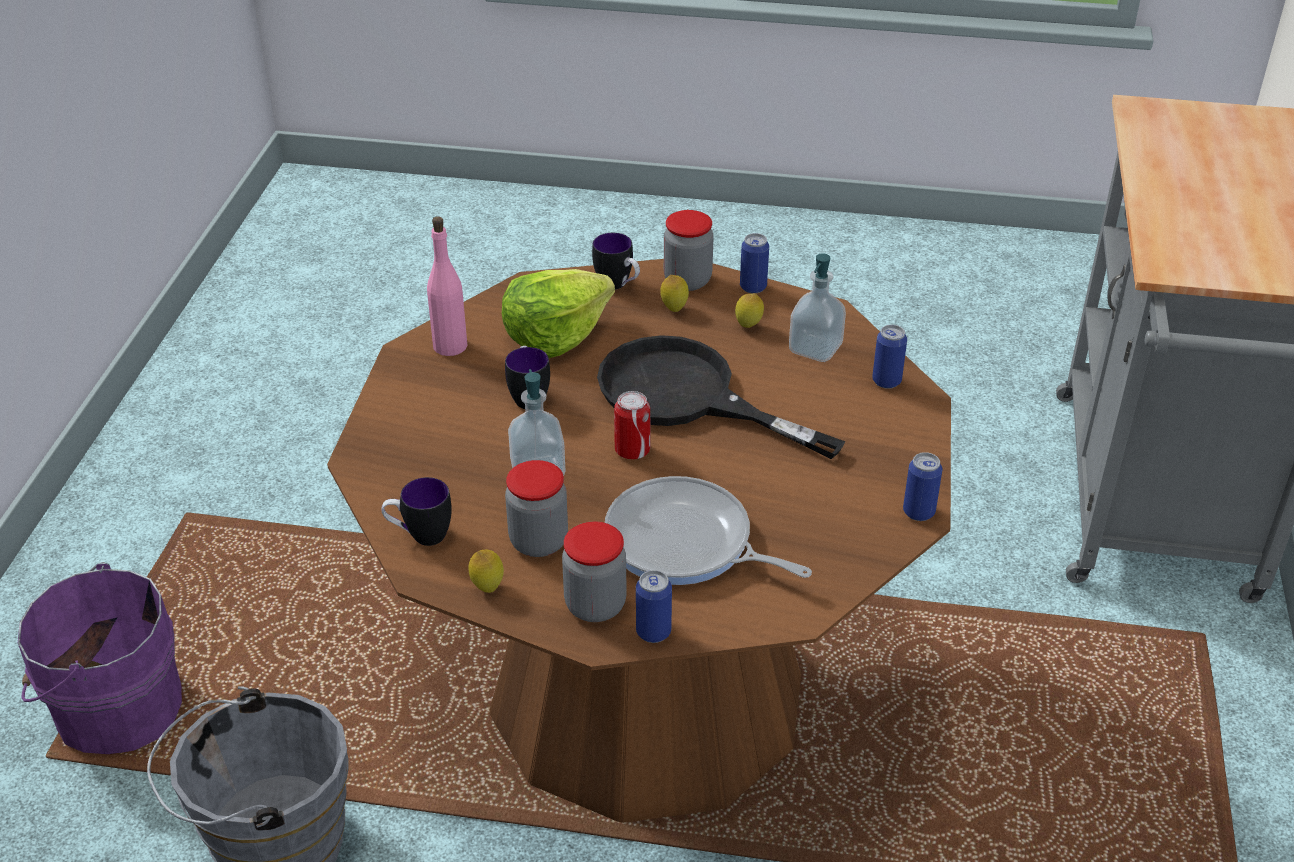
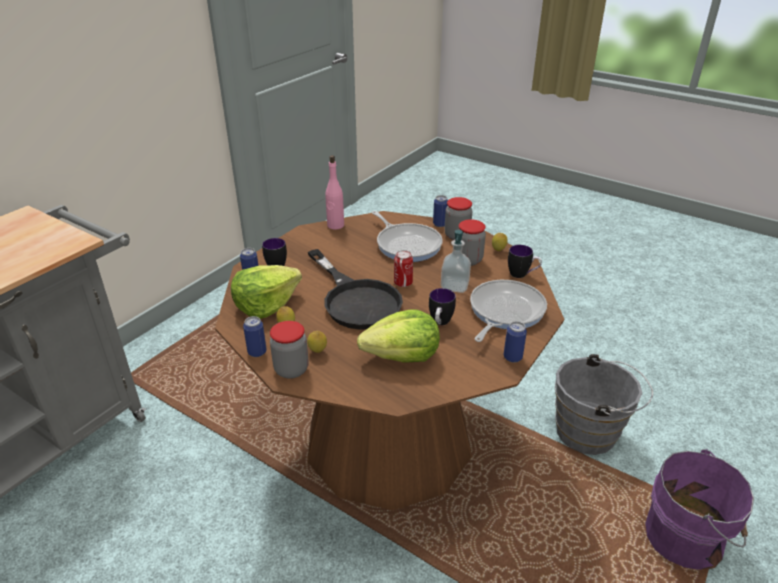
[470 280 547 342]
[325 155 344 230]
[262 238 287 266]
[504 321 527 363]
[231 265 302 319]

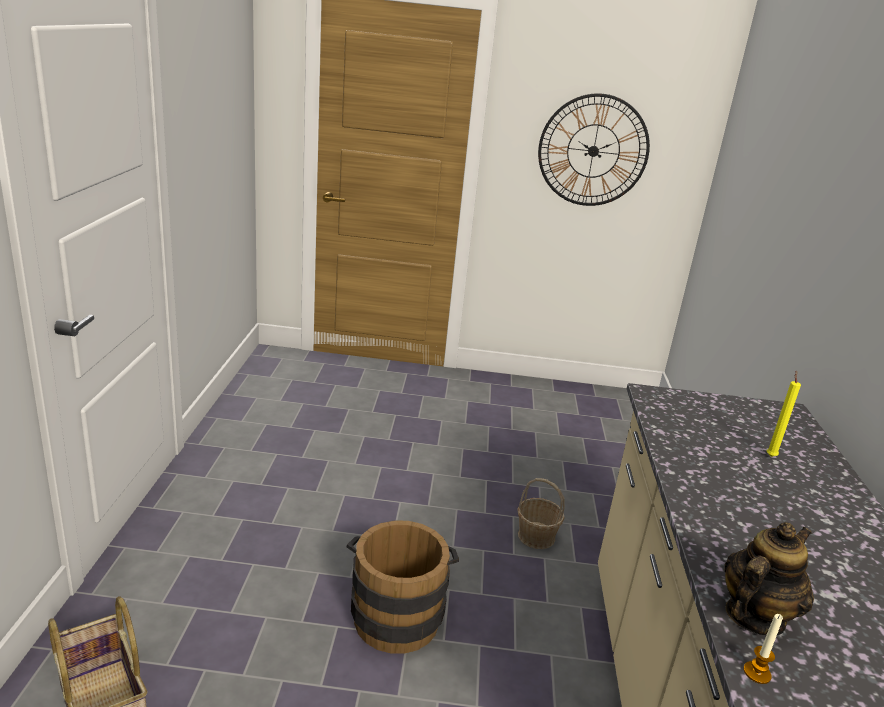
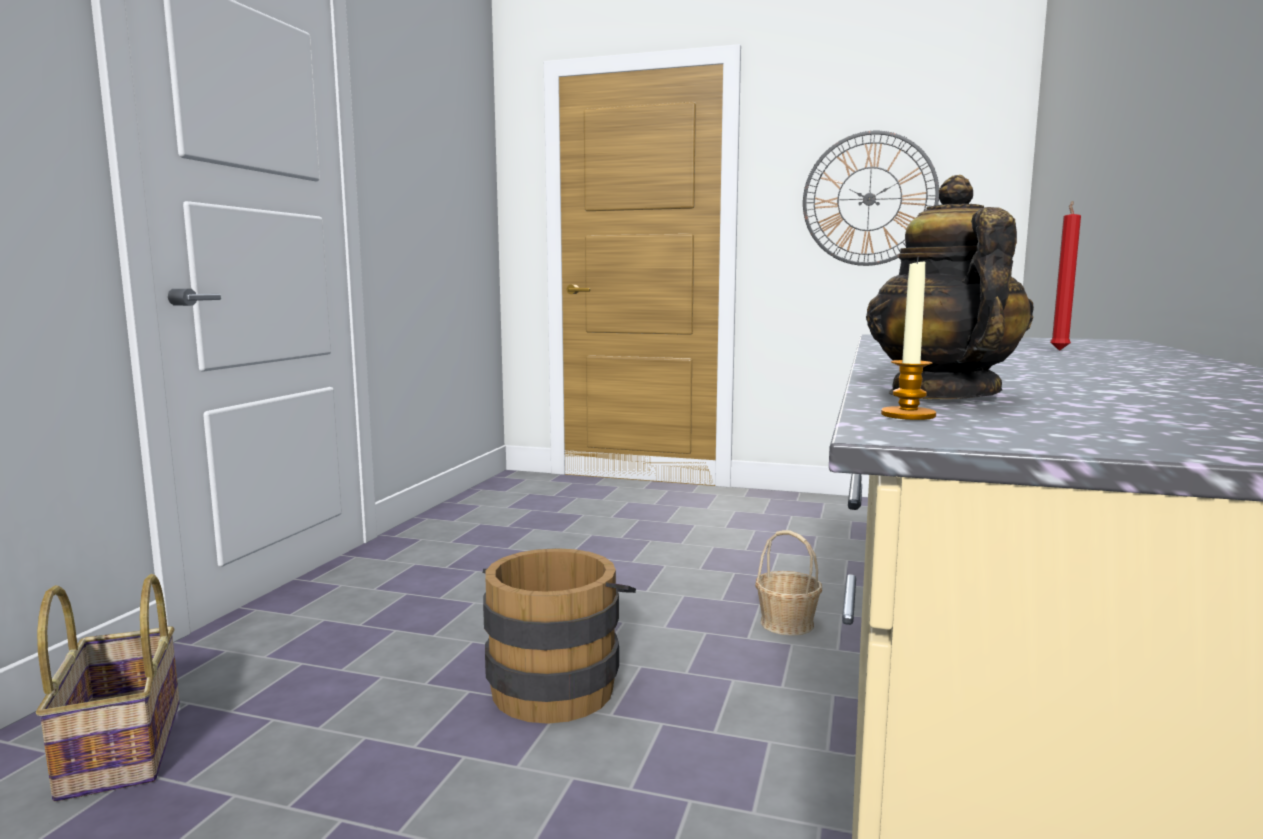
[1050 201 1081 351]
[866 175 1034 399]

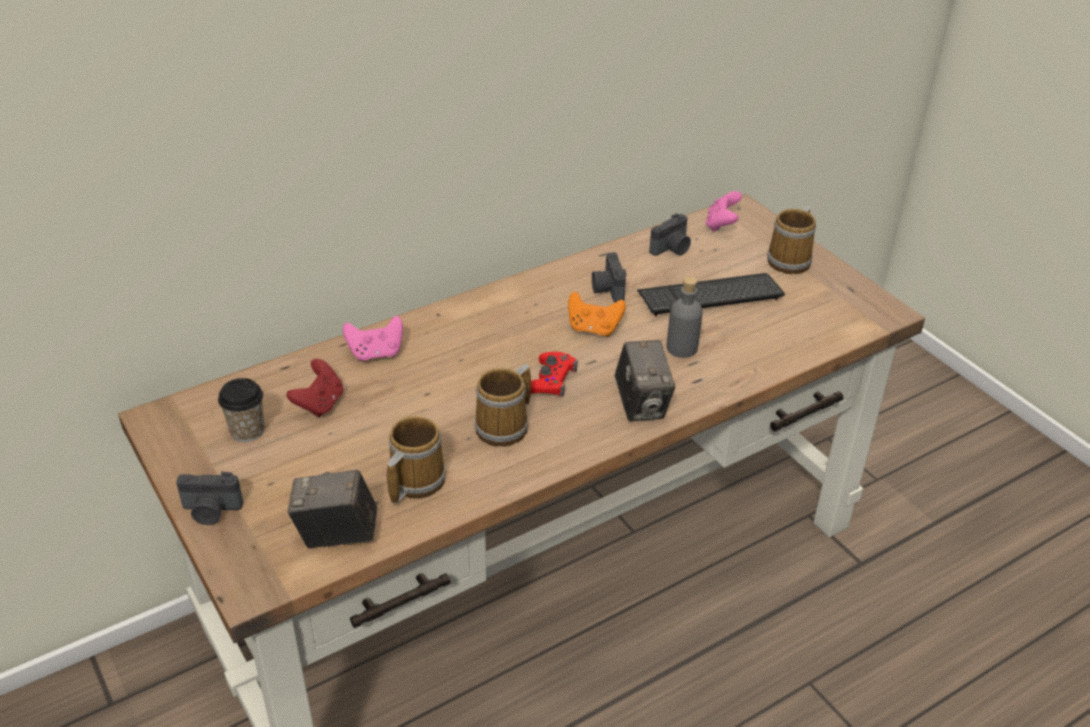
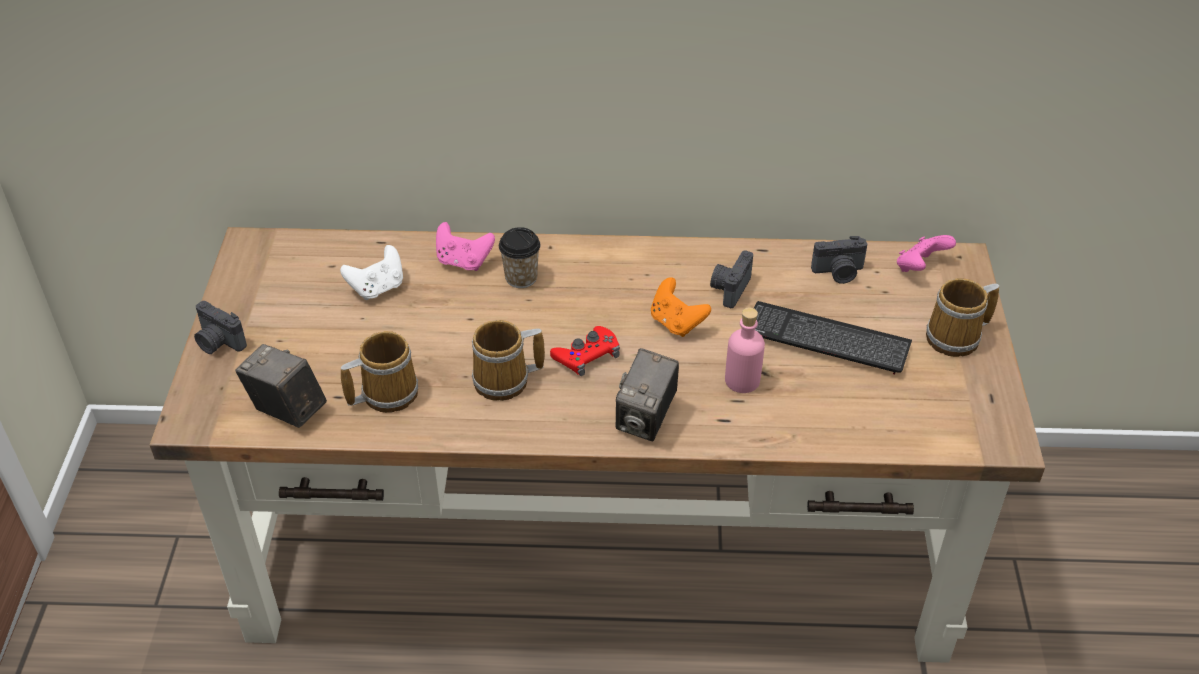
[499 227 540 288]
[340 245 403 300]
[725 307 765 393]

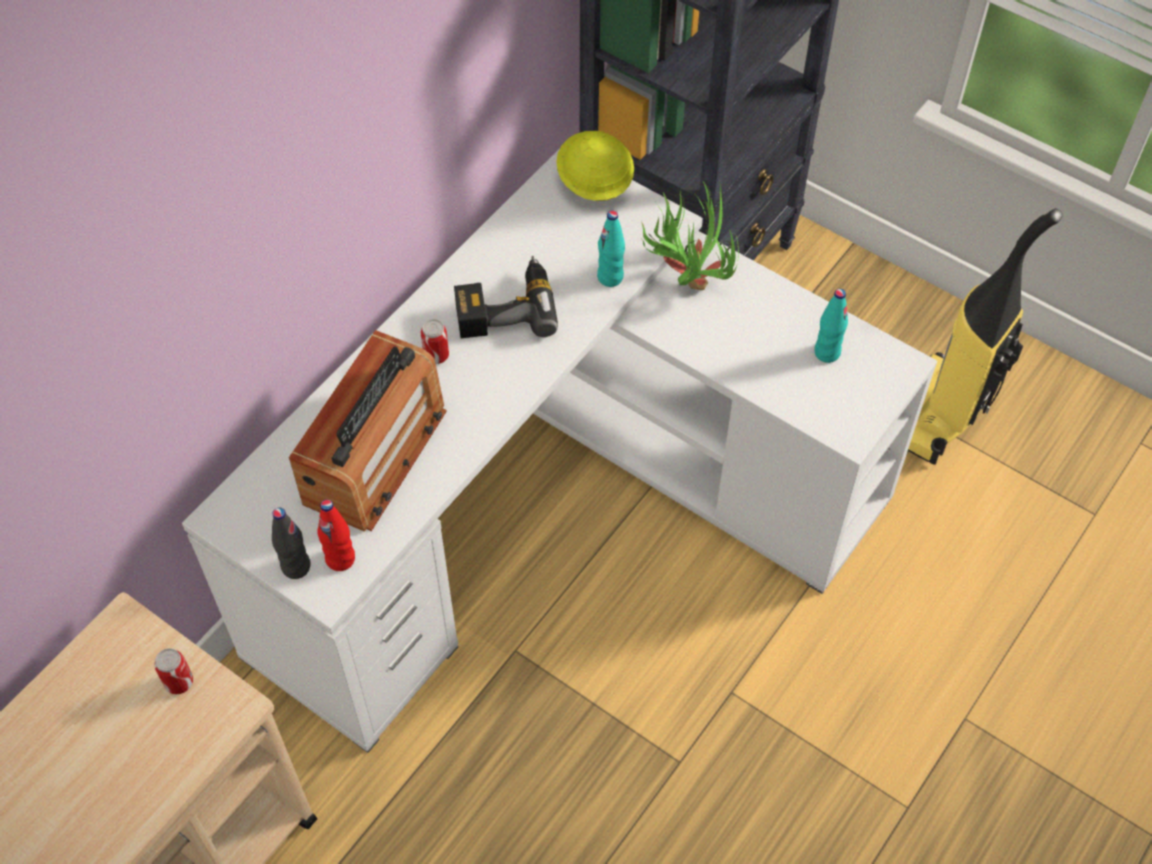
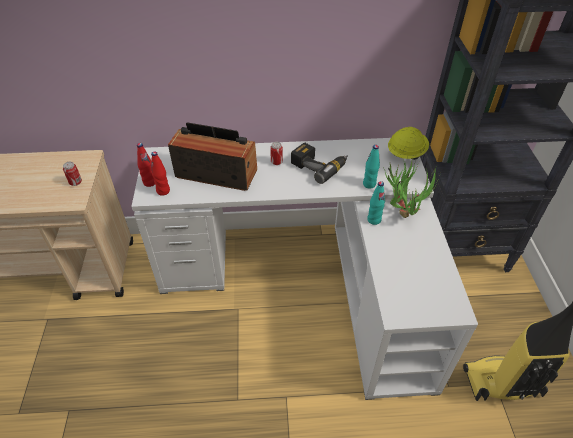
[367 181 385 225]
[137 143 155 187]
[168 122 257 191]

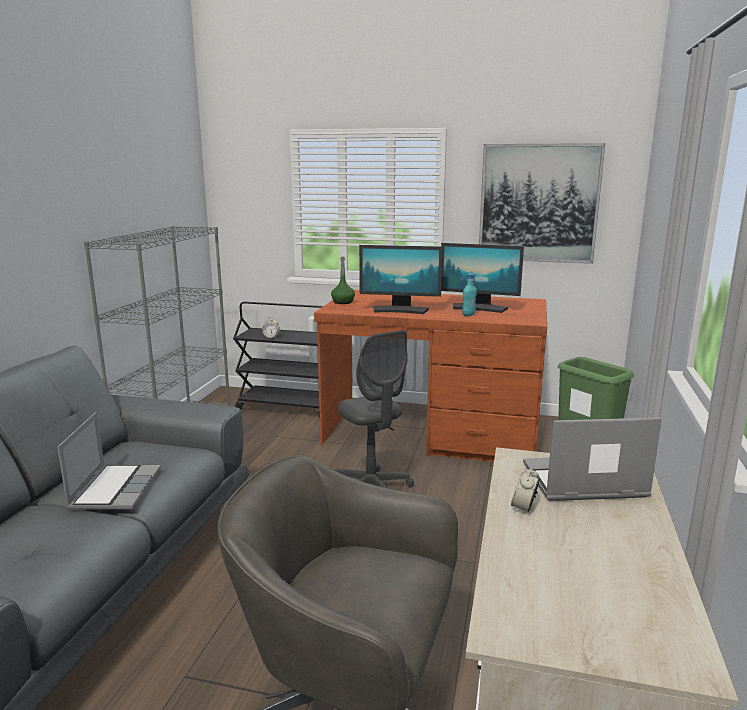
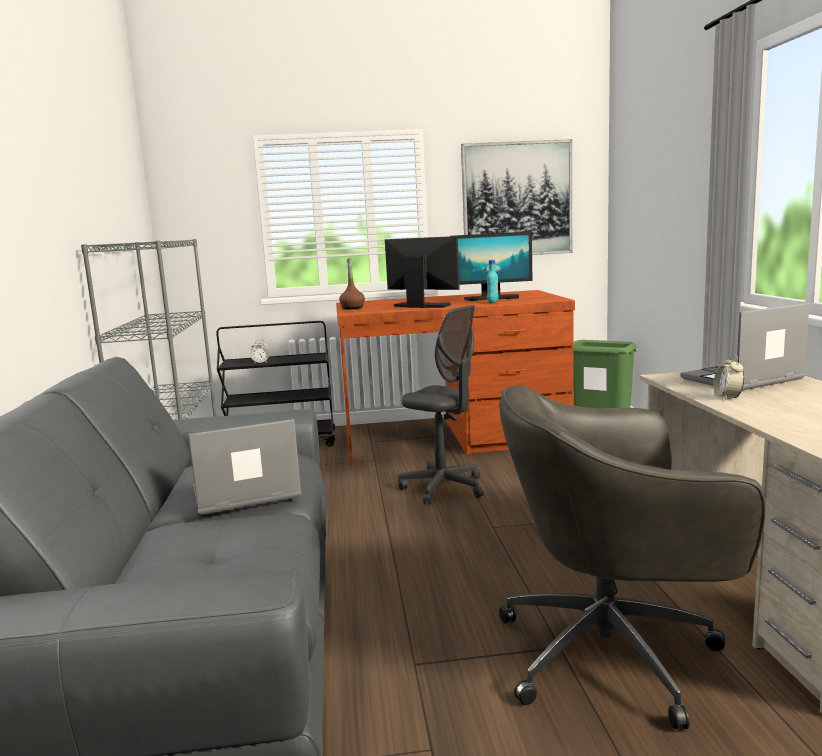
[339 258 365 309]
[188 419 301 515]
[385 236 460 308]

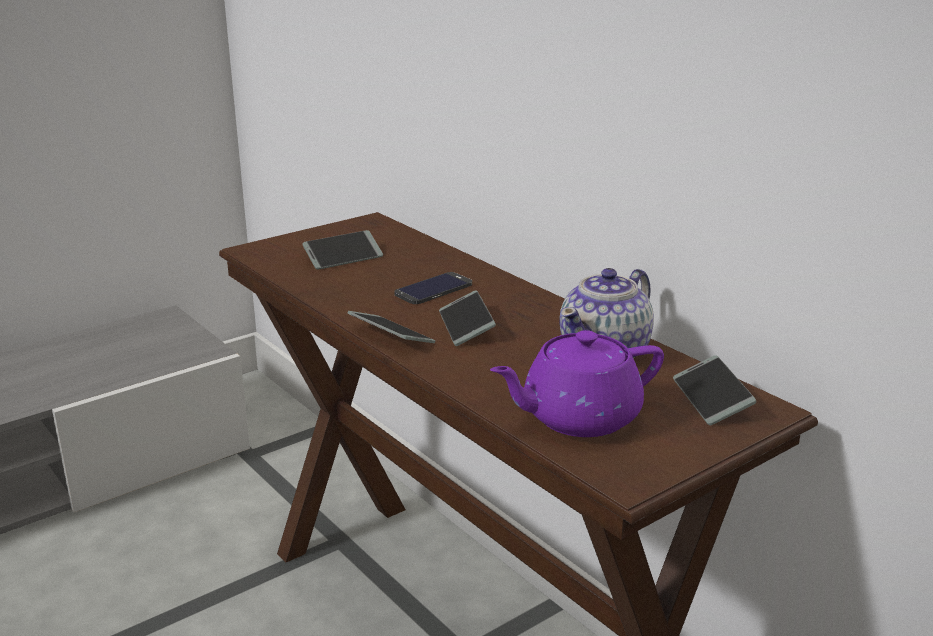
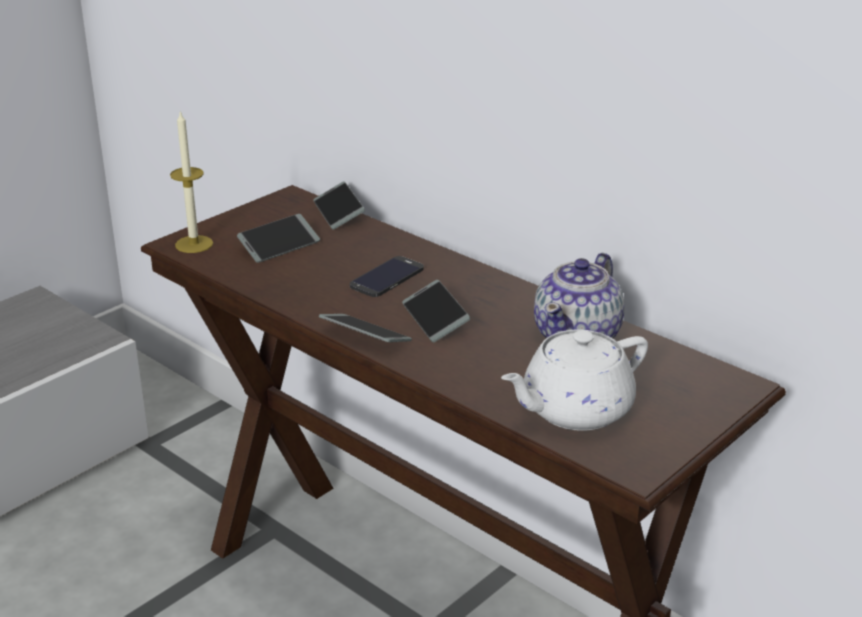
[170 110 213 253]
[313 182 365 230]
[501 330 648 431]

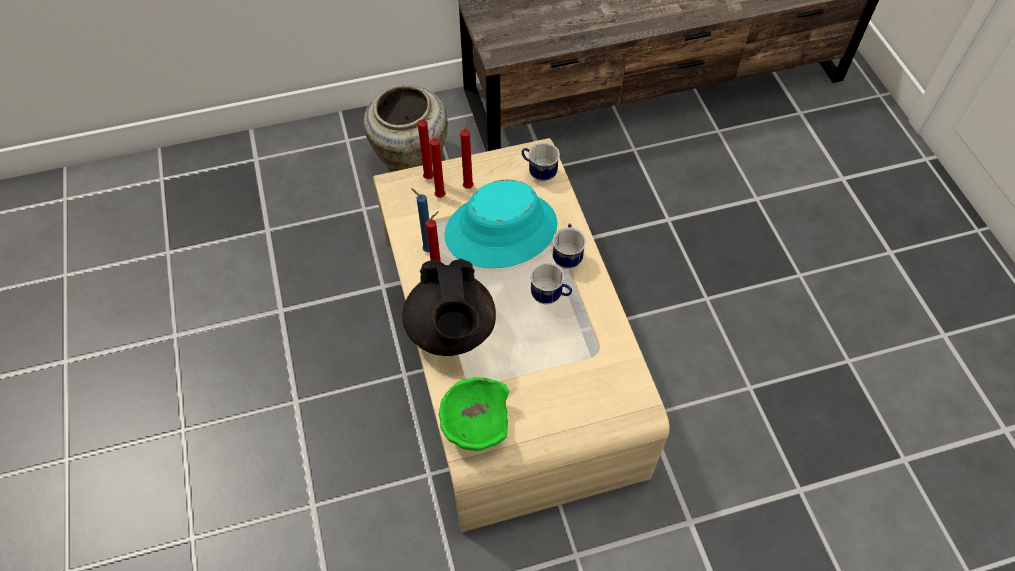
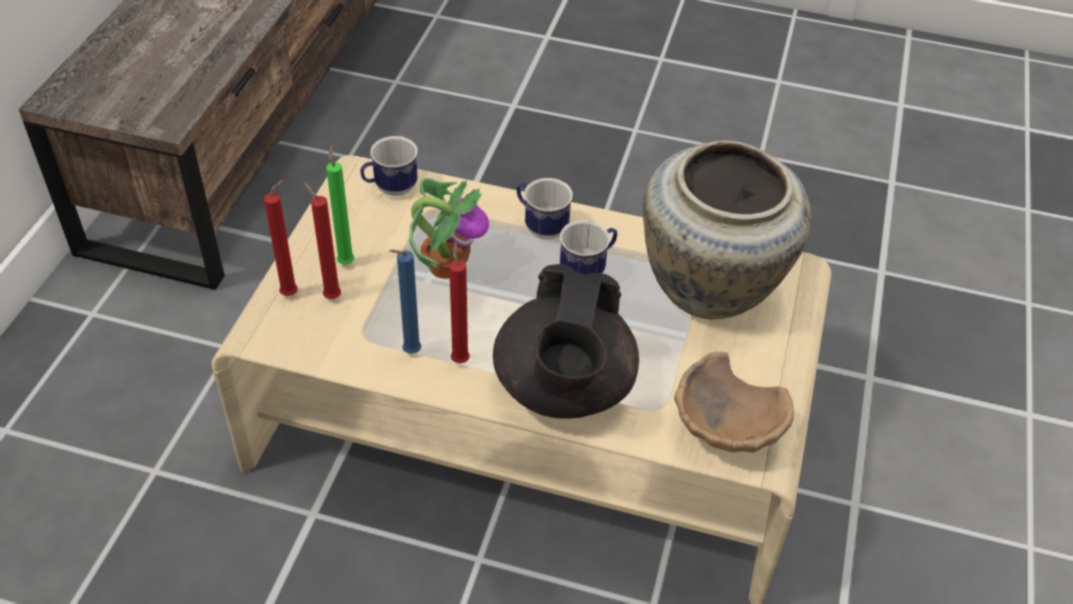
[643 140 811 319]
[409 178 489 279]
[674 352 794 453]
[326 145 355 265]
[493 264 639 419]

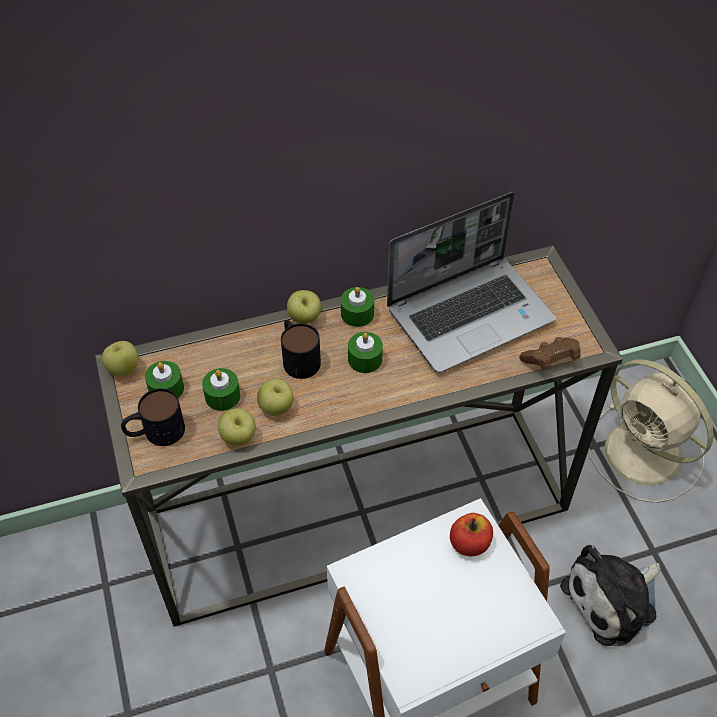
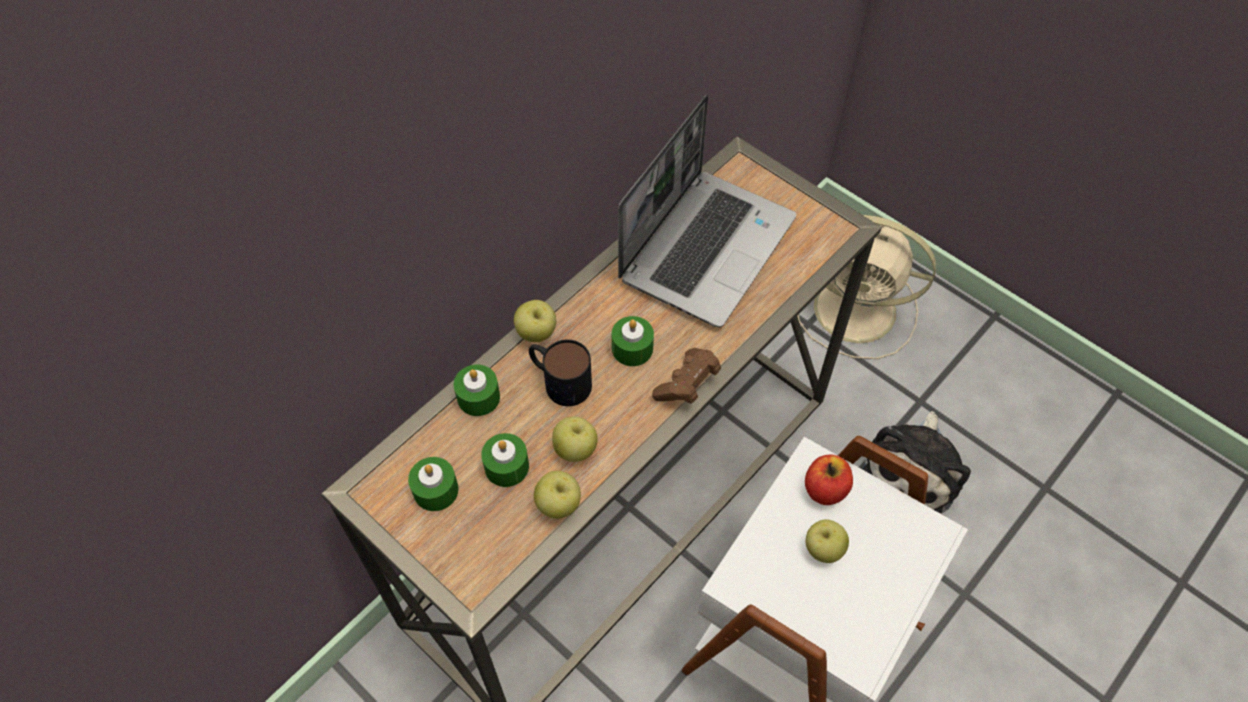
[121 388 185 446] (first image)
[806 519 849 563]
[454 365 500 416]
[652 348 721 404]

